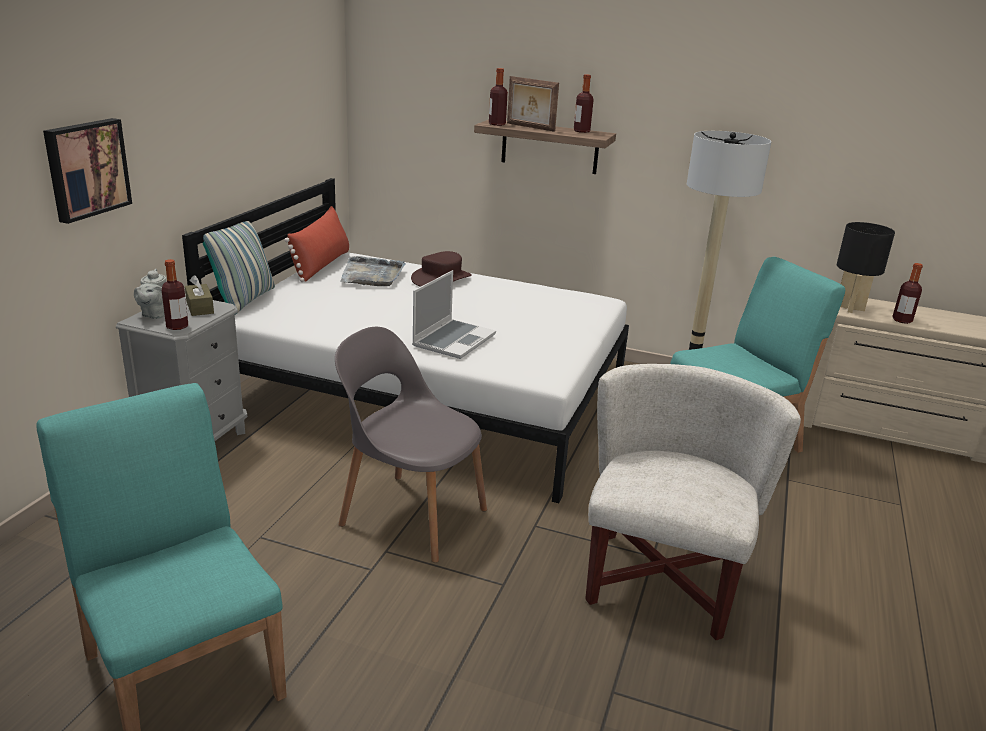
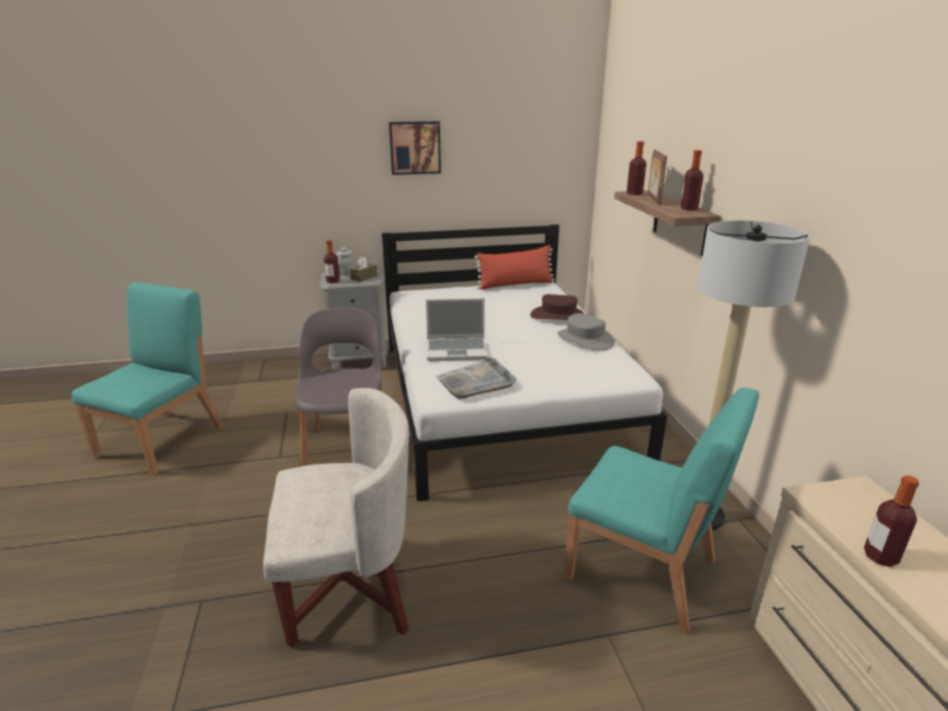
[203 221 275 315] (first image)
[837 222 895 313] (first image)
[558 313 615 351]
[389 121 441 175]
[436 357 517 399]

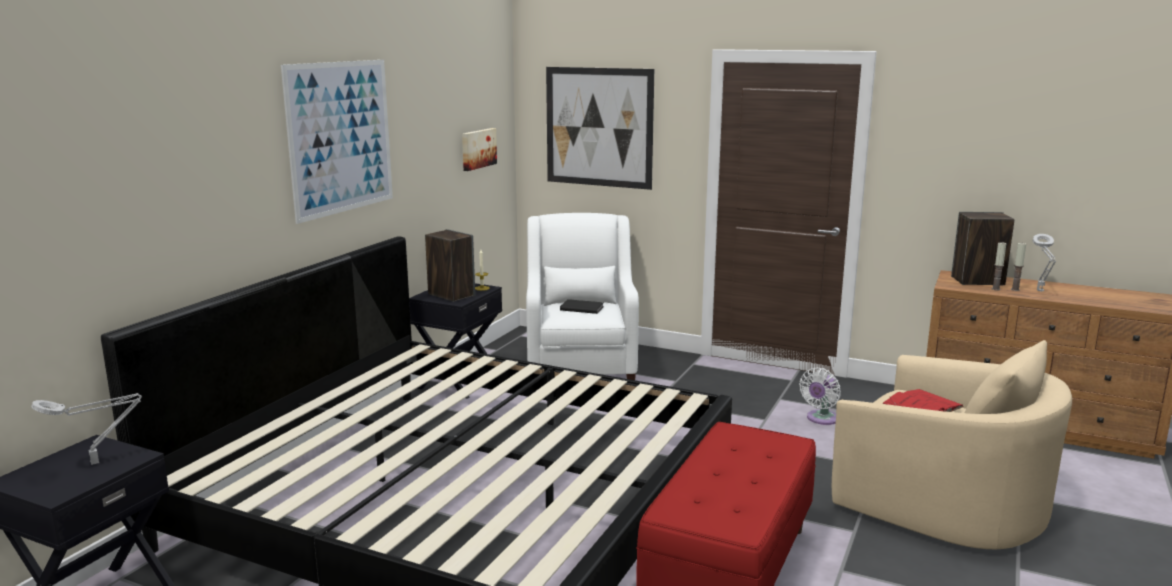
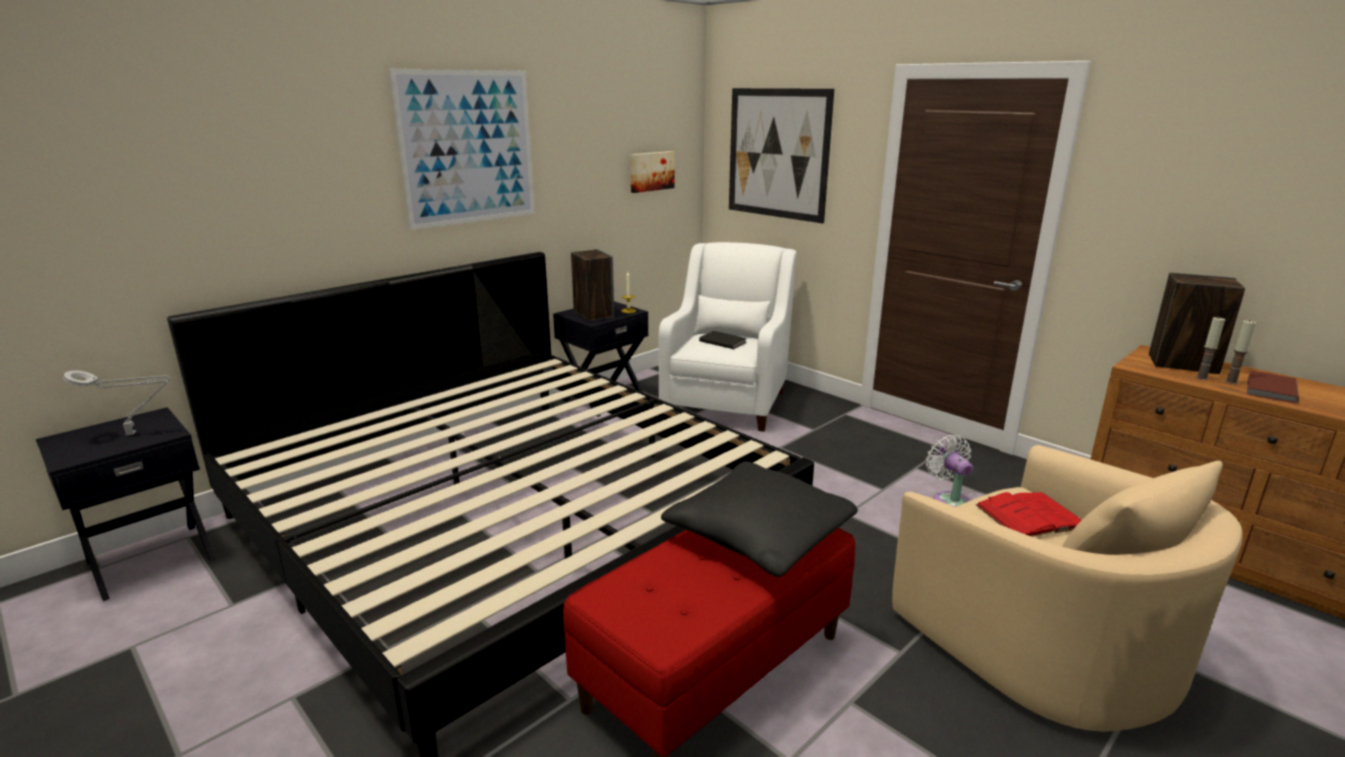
[661 462 858 577]
[1247 370 1299 403]
[926 435 973 507]

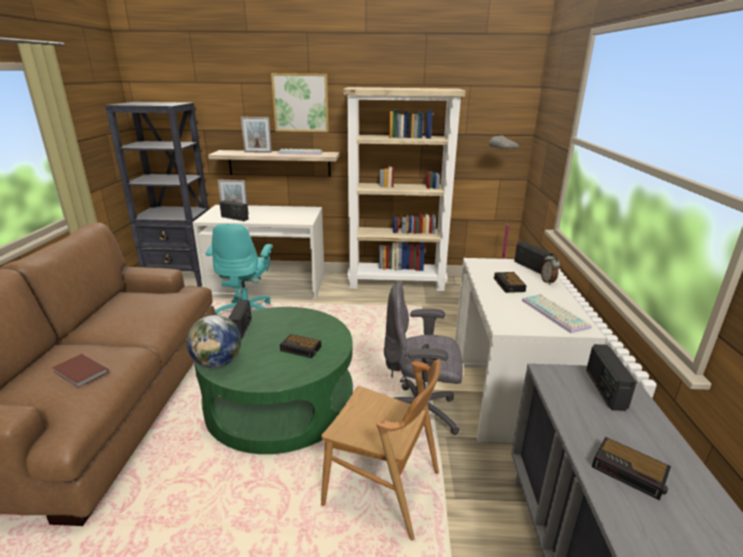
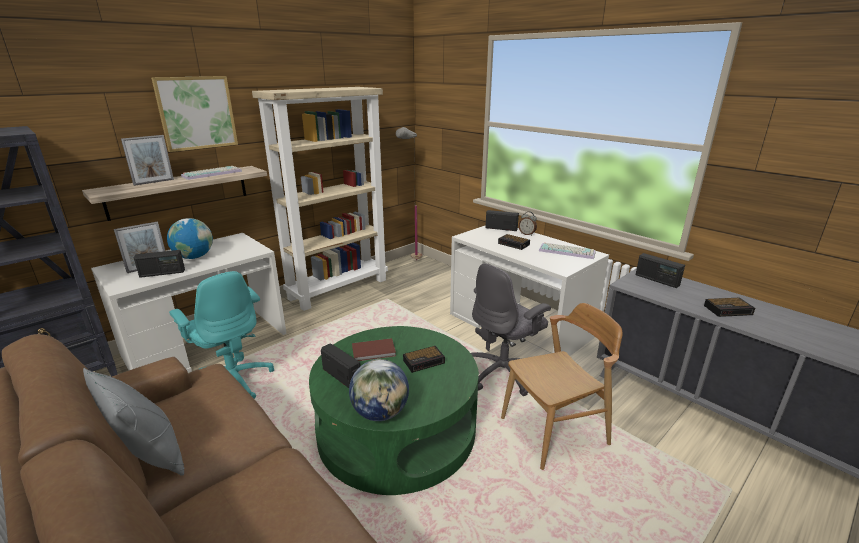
[83 368 184 476]
[167 218 213 259]
[352 338 396 361]

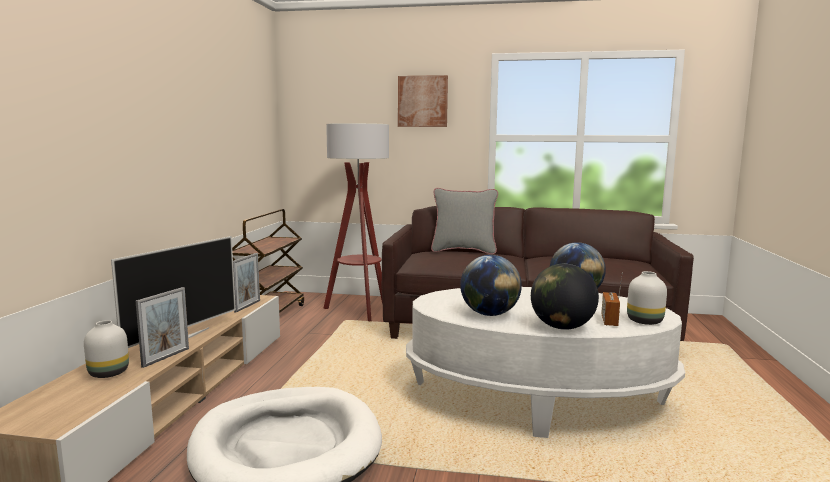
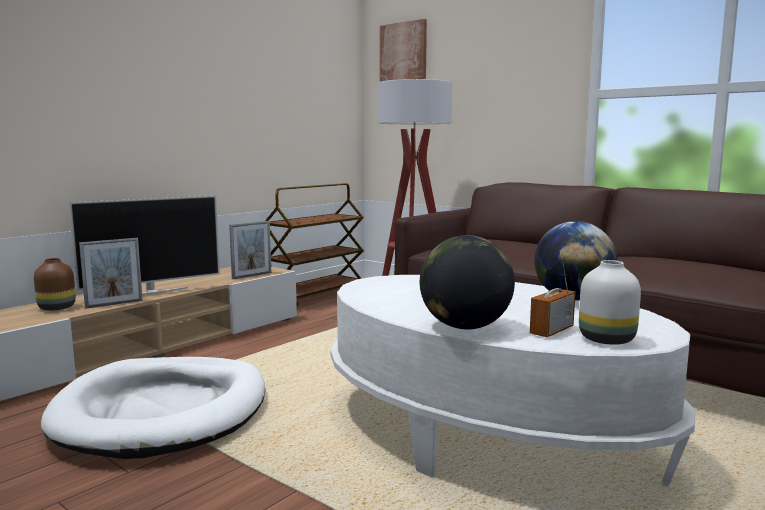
[431 188 498 254] (first image)
[460 255 522 316] (first image)
[380 19 427 82]
[34 258 76 311]

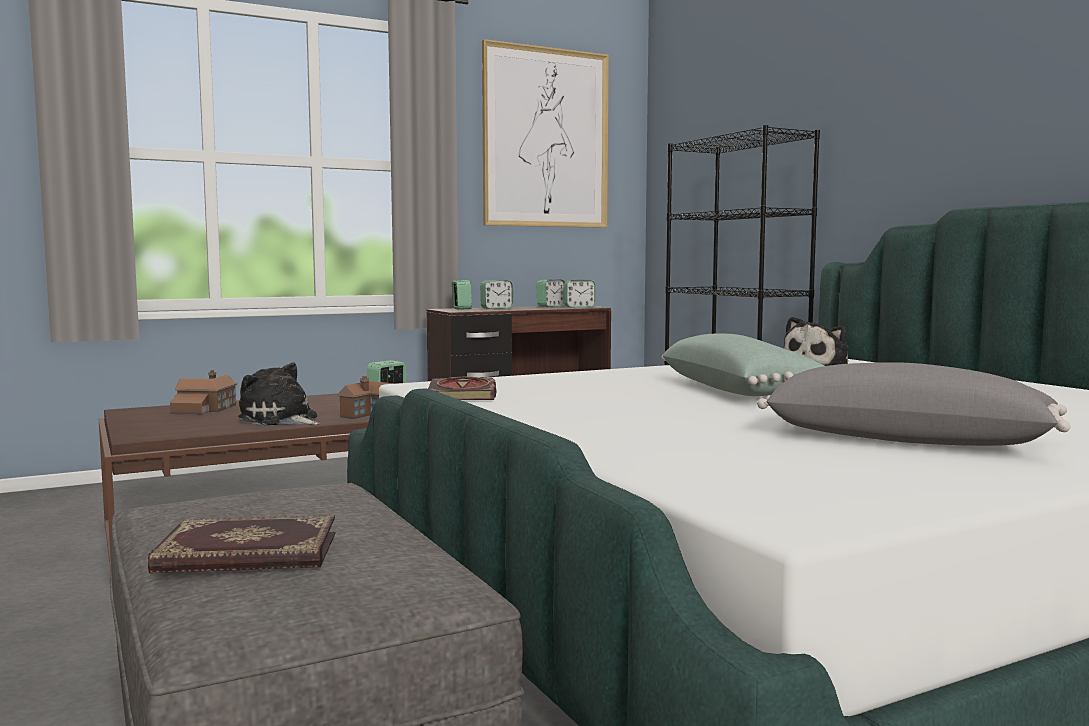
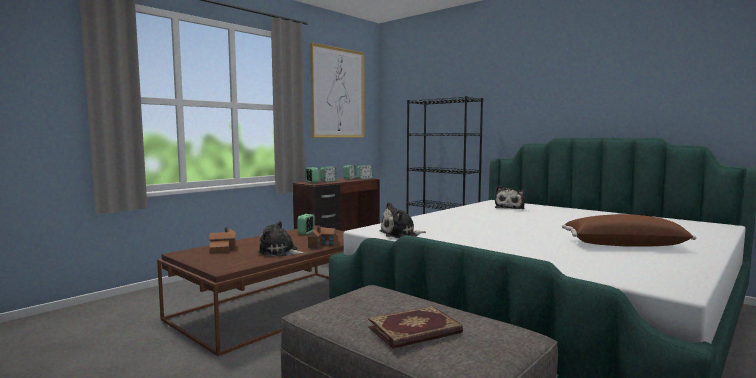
[661 334 825 396] (first image)
[379 202 426 238]
[562 214 696 247]

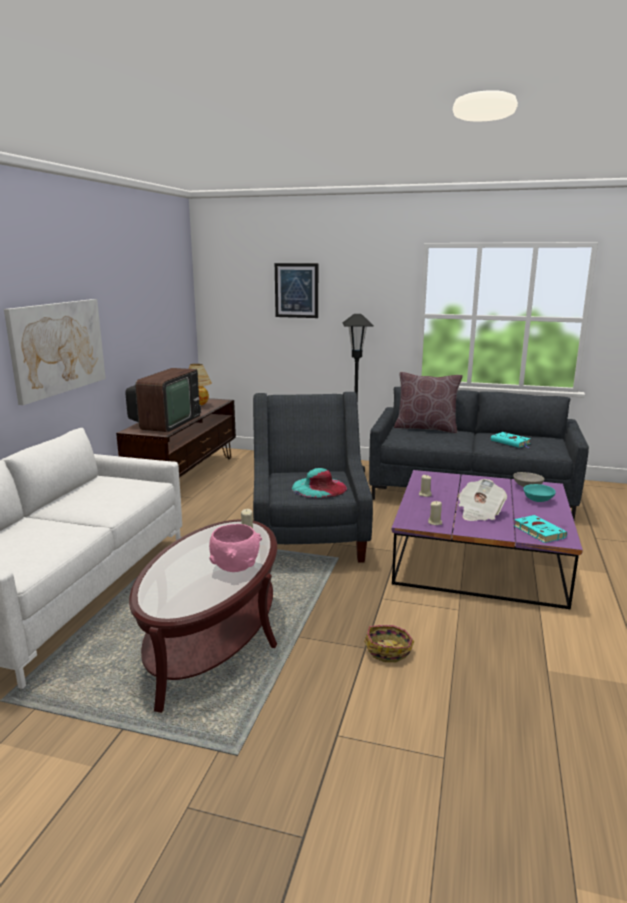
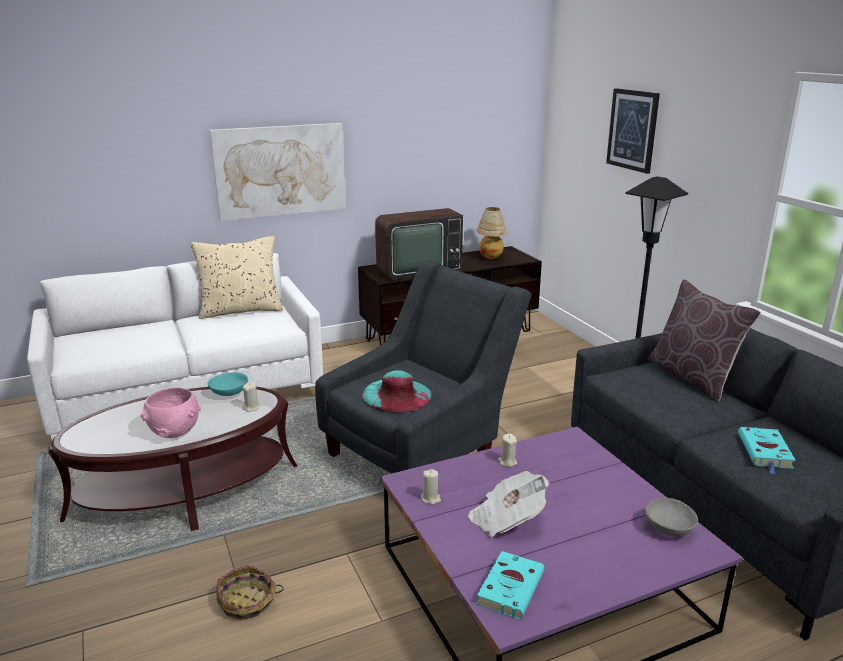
[191 236 283 319]
[208 372 248 396]

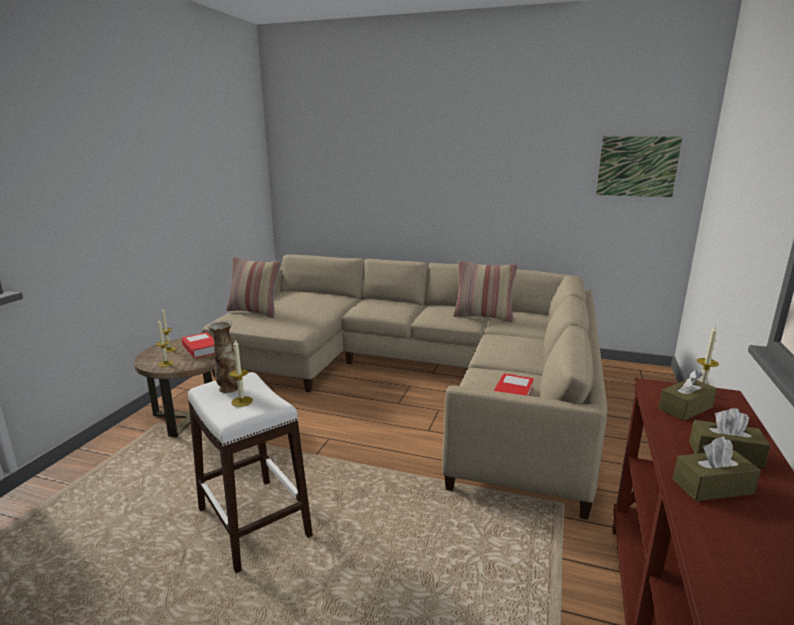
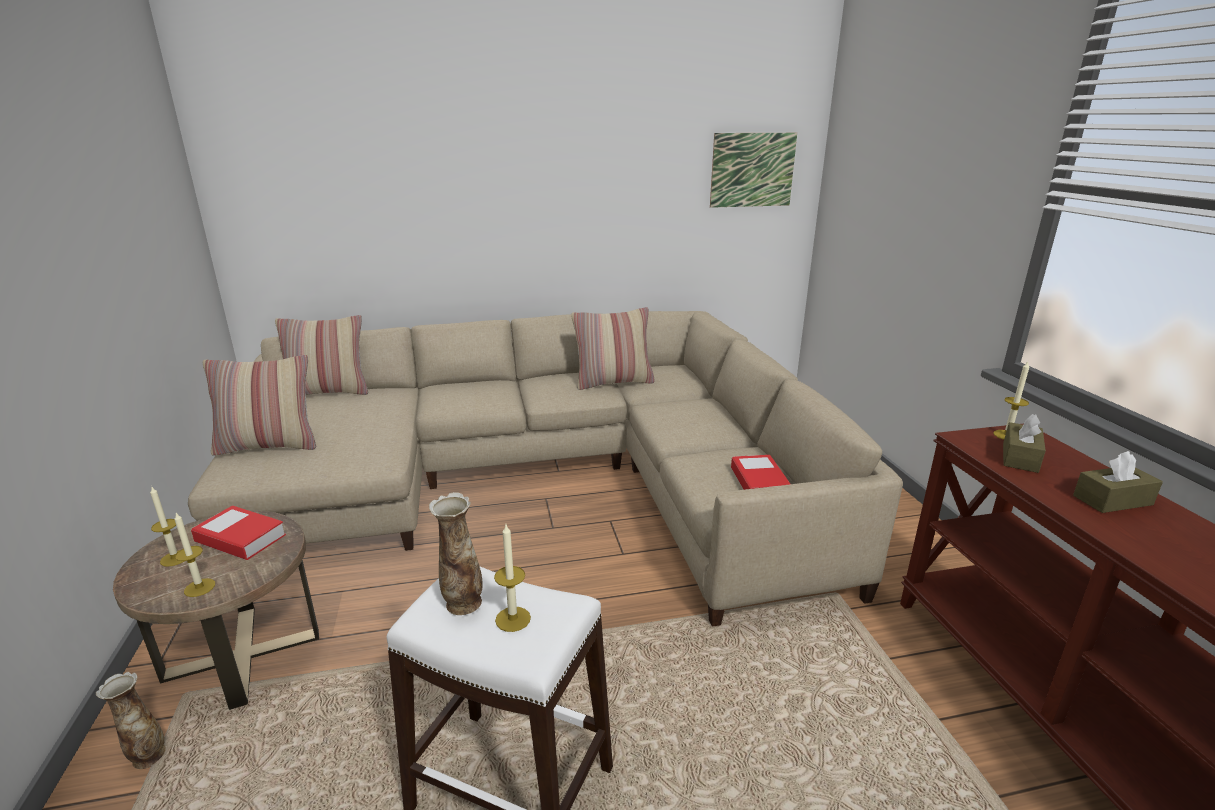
[673 437 761 501] (first image)
[96 672 166 769]
[275 315 368 395]

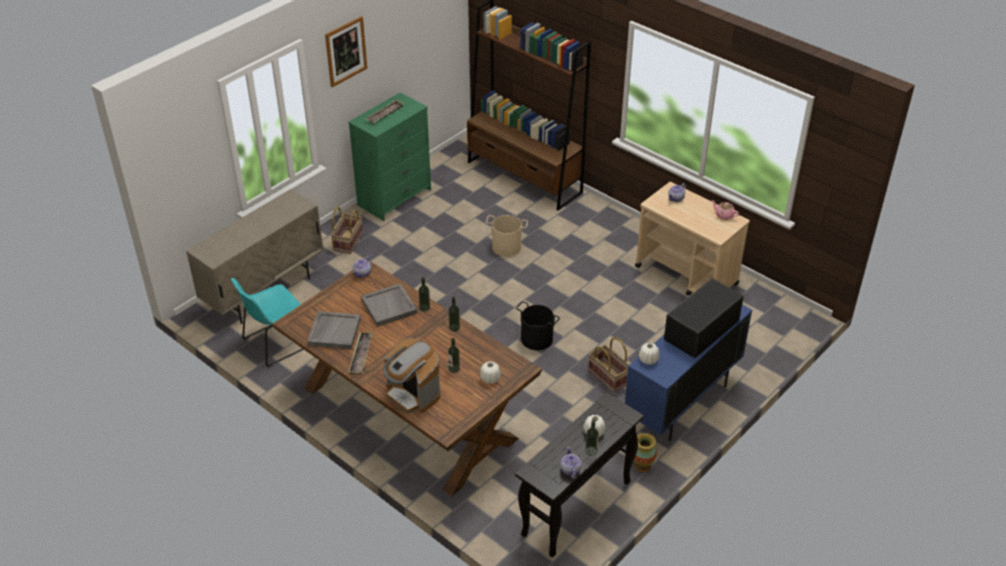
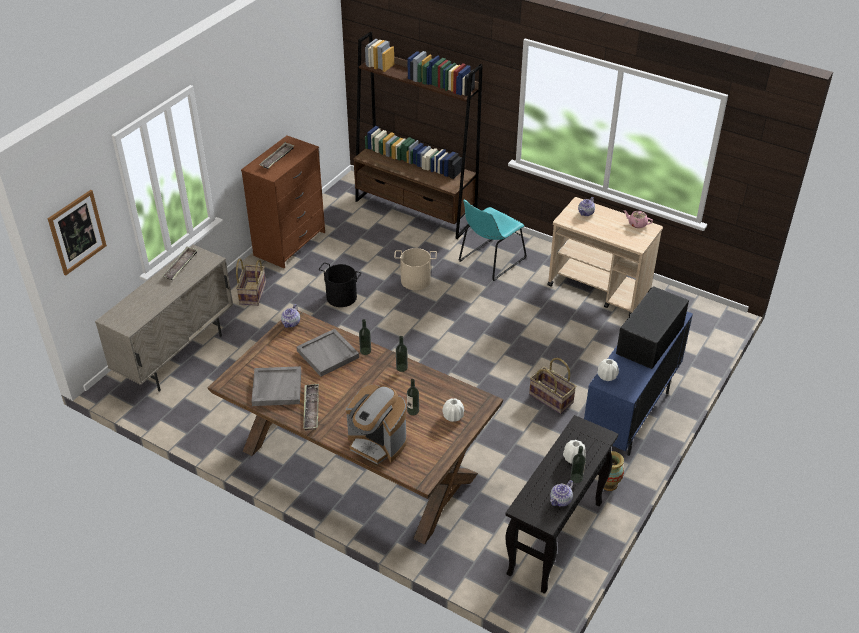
[162 247 198 280]
[459 200 527 281]
[48 190 107 276]
[319 263 362 307]
[241 136 325 268]
[550 480 573 507]

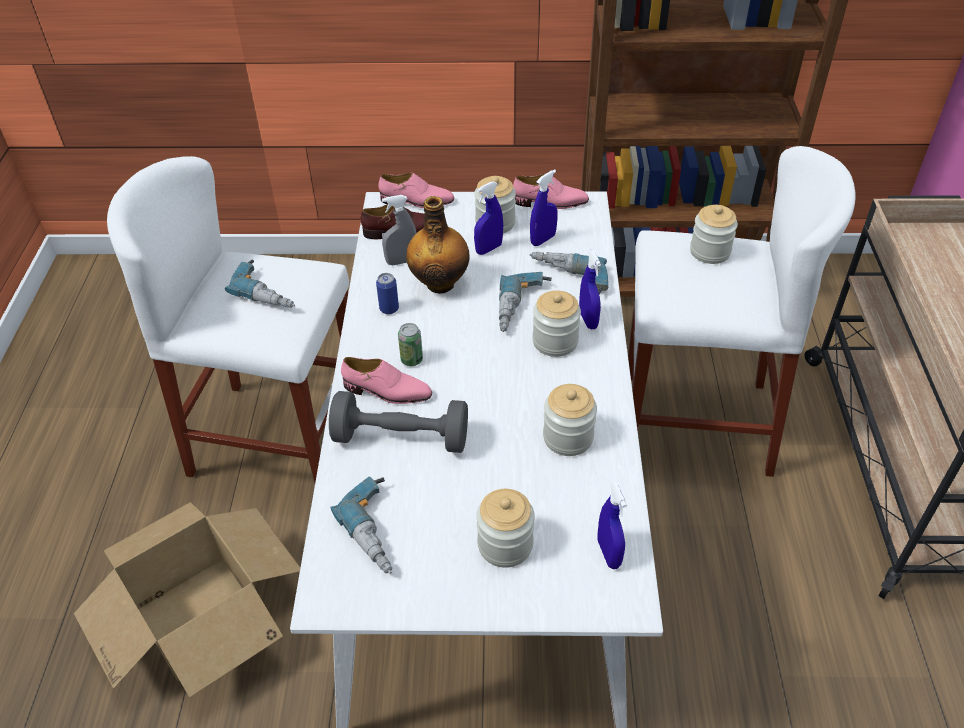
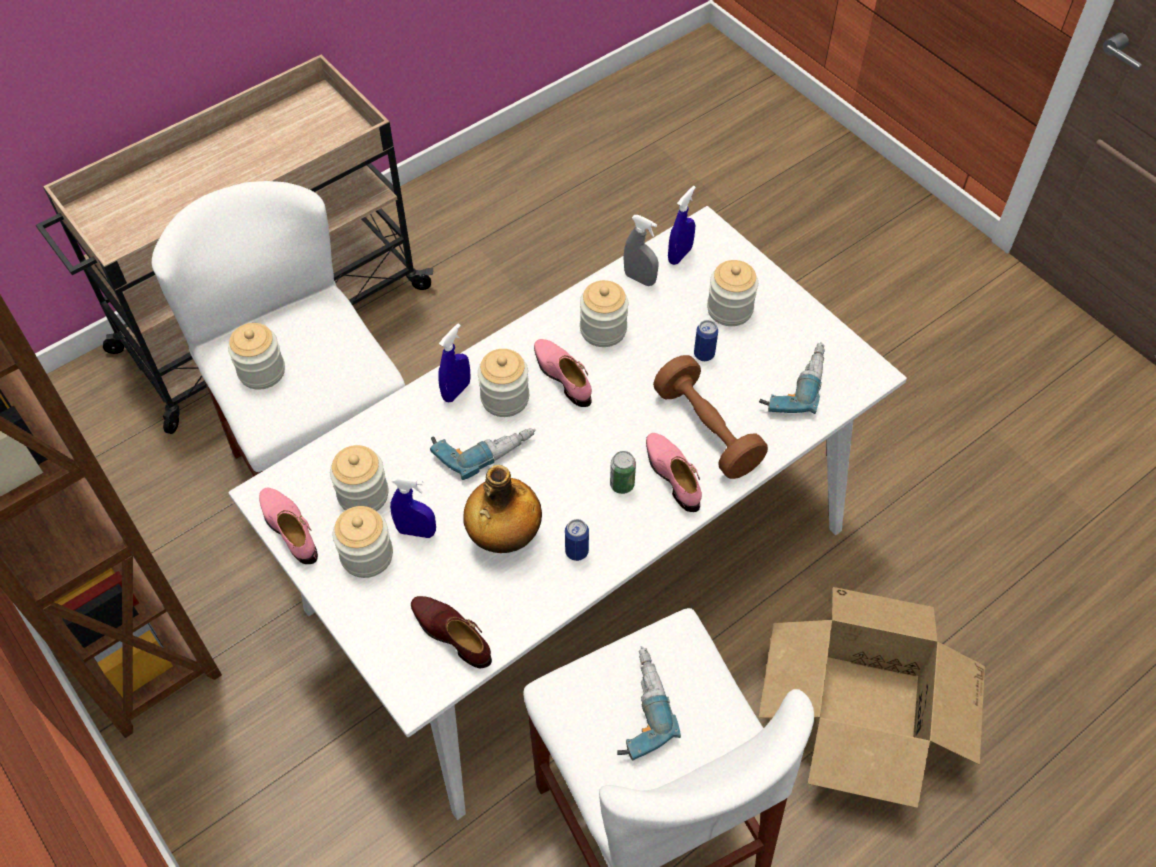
[529 252 608 294] (first image)
[694 320 718 361]
[534 339 592 407]
[623 215 658 286]
[330 445 389 511]
[653 355 768 479]

